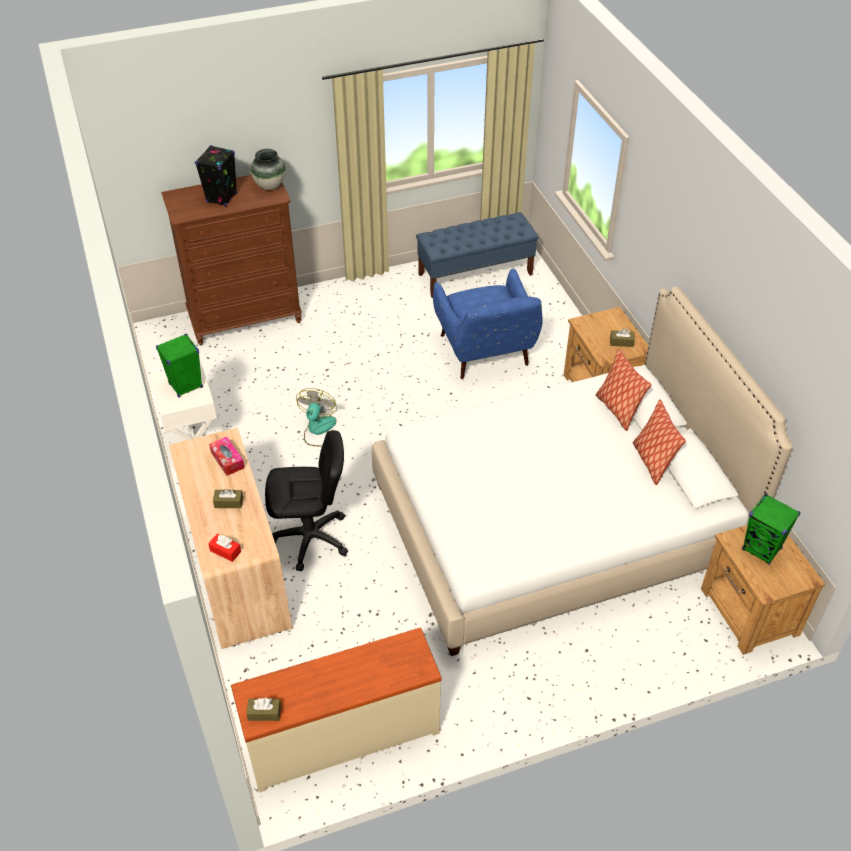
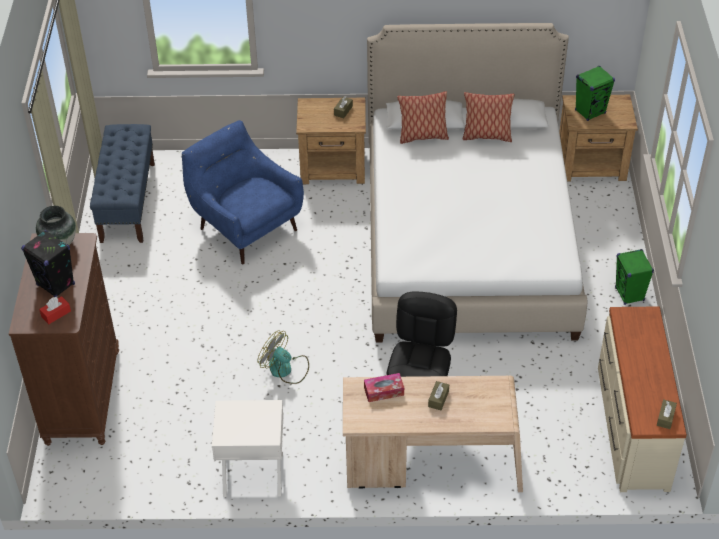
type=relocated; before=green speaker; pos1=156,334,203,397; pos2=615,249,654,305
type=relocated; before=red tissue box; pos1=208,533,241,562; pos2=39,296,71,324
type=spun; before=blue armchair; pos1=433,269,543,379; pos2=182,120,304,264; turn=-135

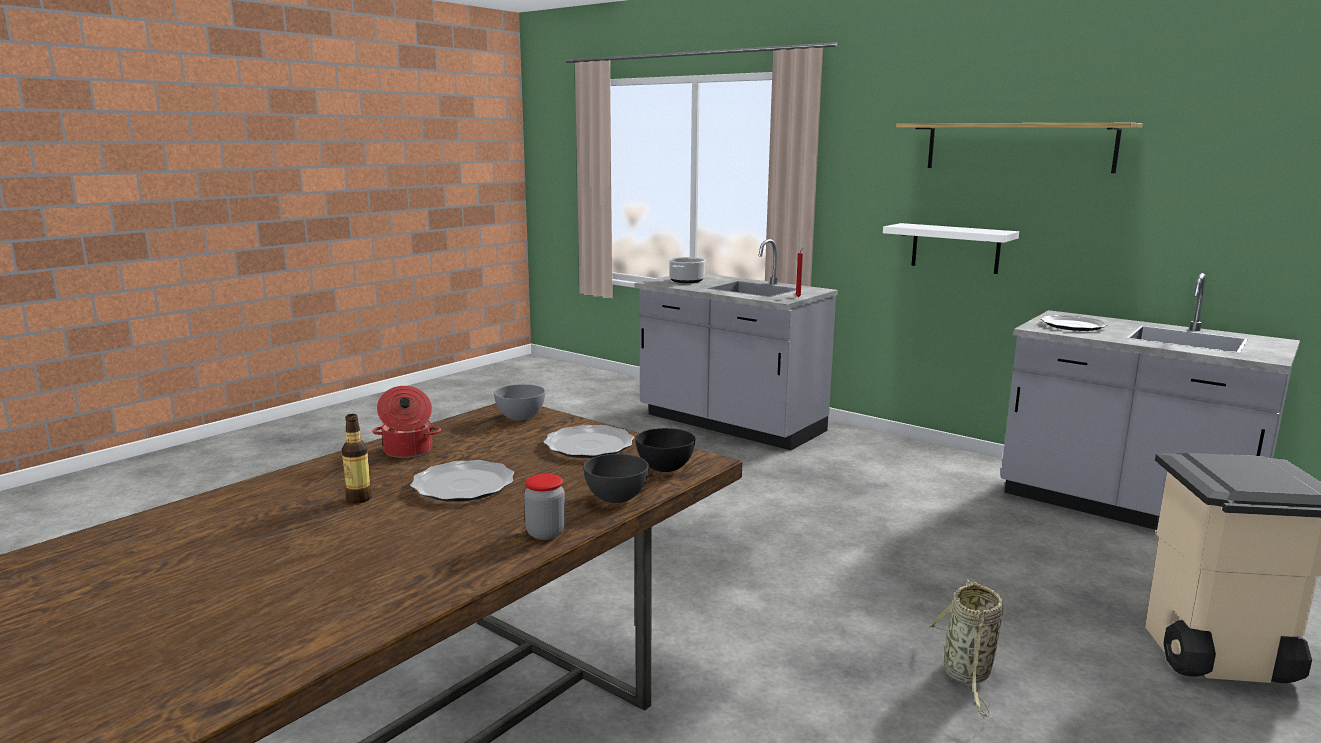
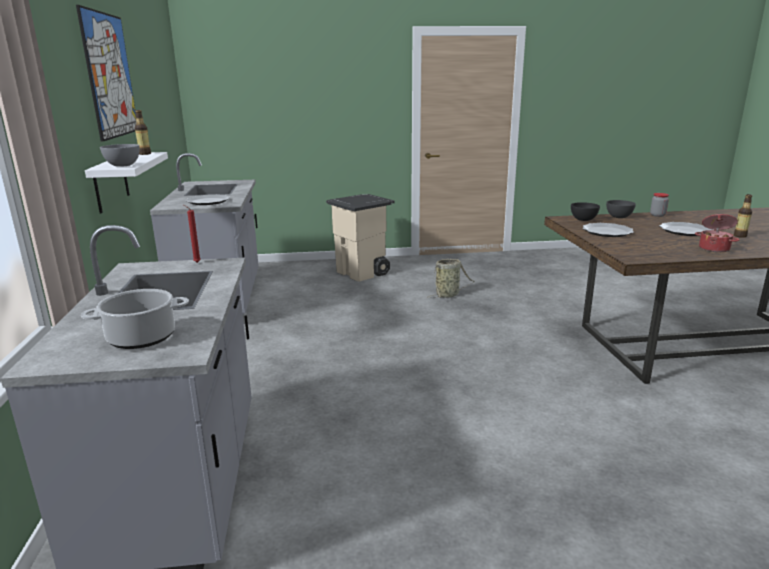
type=appeared; after=bottle; pos2=135,110,151,155
type=relocated; before=grey bowl; pos1=494,384,545,420; pos2=100,144,140,167
type=exchanged; before=shelf; after=picture; pos1=896,123,1143,173; pos2=76,5,137,142

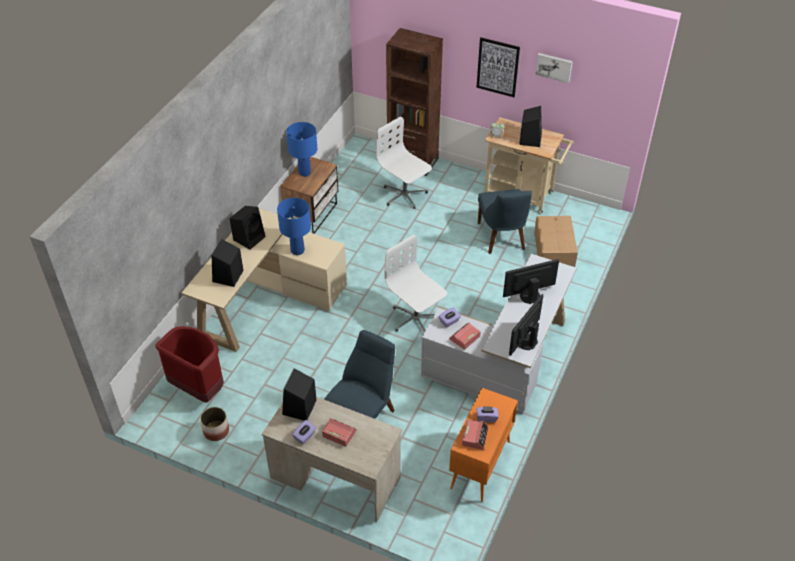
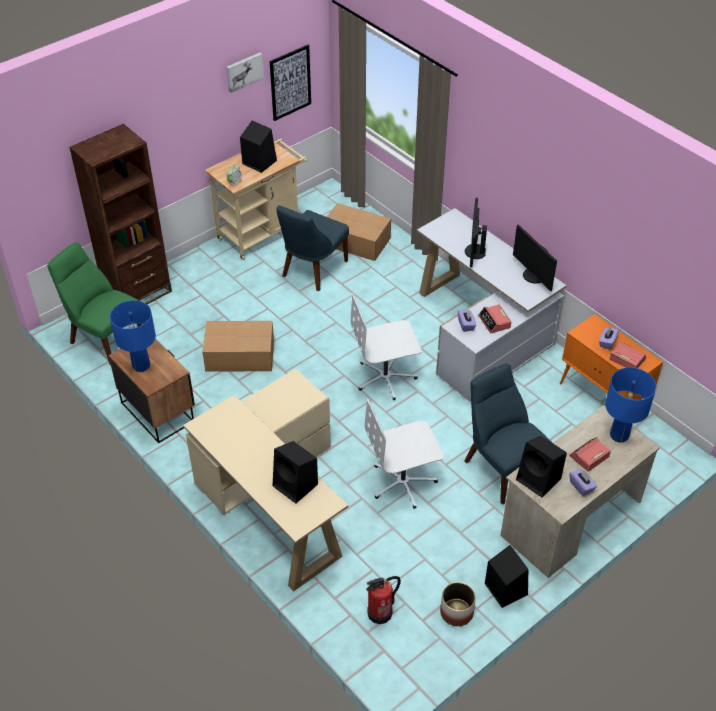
type=appeared; after=green chair; pos2=47,243,142,366
type=appeared; after=cardboard box; pos2=203,321,274,372
type=relocated; before=black speaker; pos1=230,206,266,249; pos2=485,545,528,608
type=relocated; before=blue table lamp; pos1=277,198,311,255; pos2=605,367,656,443
type=relocated; before=white office chair; pos1=376,116,432,209; pos2=365,399,444,509
type=relocated; before=picture; pos1=476,37,520,97; pos2=270,45,311,121
type=exchanged; before=red trash can; after=fire extinguisher; pos1=156,326,224,403; pos2=366,576,401,624
type=spun; before=blue chair; pos1=478,189,532,254; pos2=277,205,349,291; turn=105

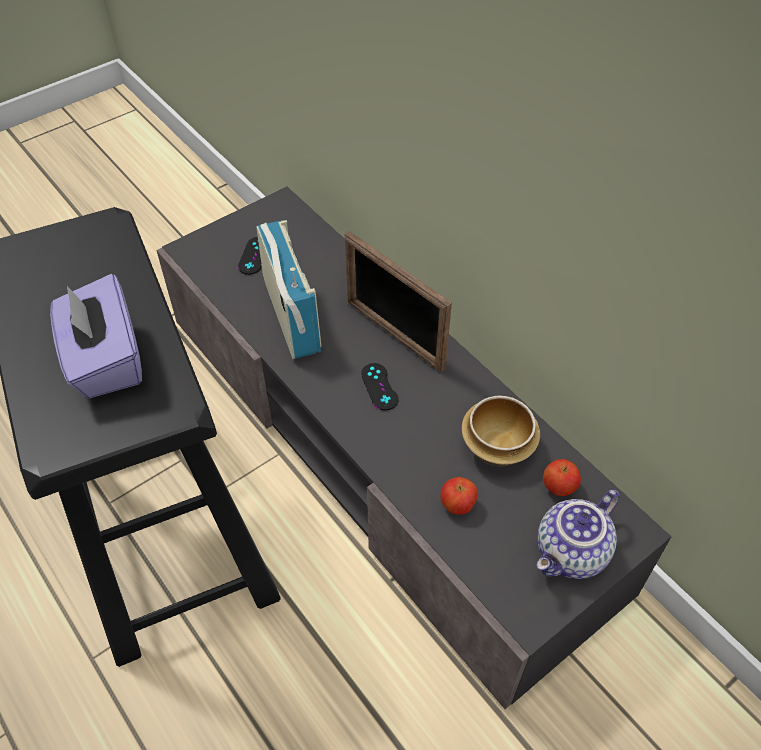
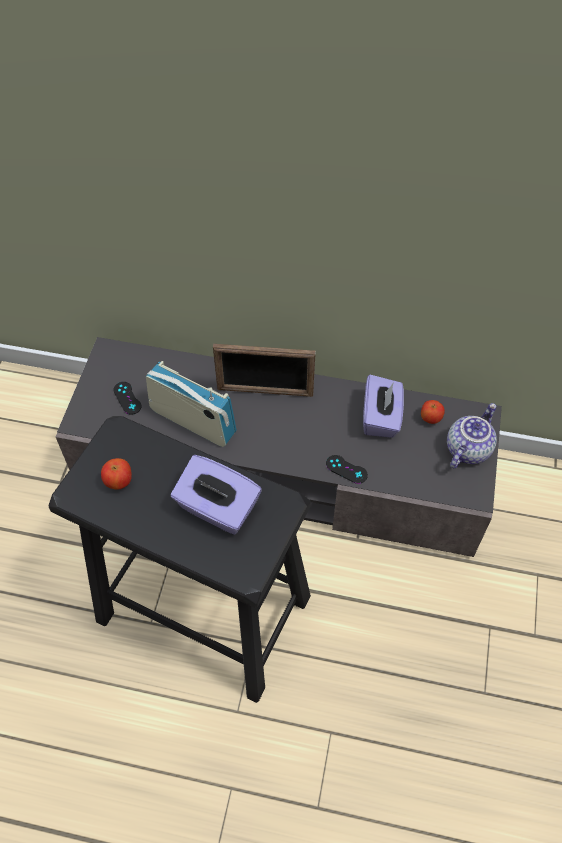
type=relocated; before=black game controller; pos1=361,363,399,411; pos2=326,455,368,484
type=relocated; before=apple; pos1=440,477,478,515; pos2=101,458,132,490
type=exchanged; before=bowl; after=purple tissue box; pos1=461,396,540,466; pos2=363,375,404,438
type=spun; before=teapot; pos1=537,489,620,579; pos2=447,403,497,469; turn=-150

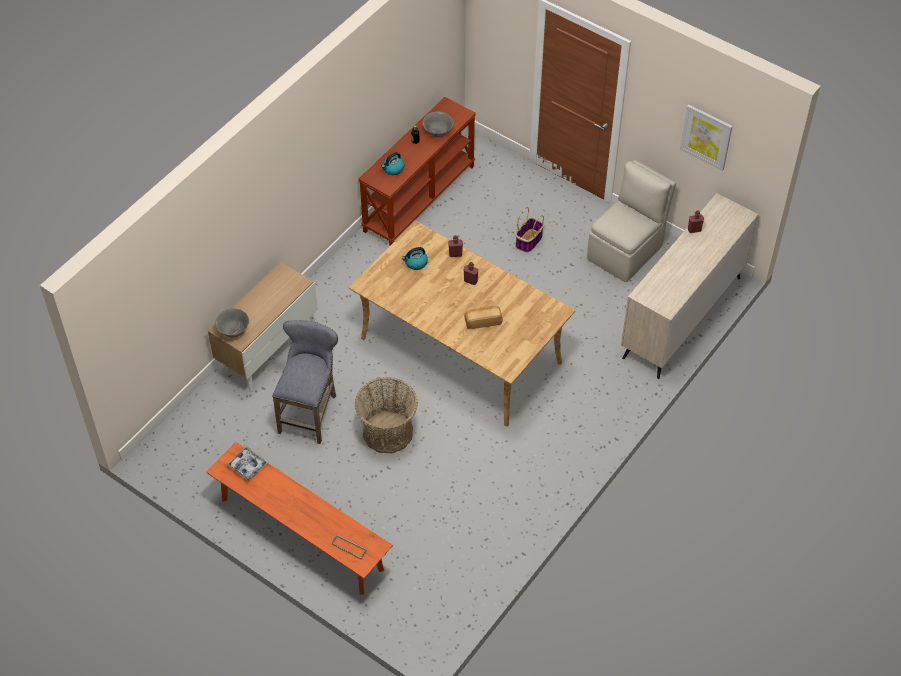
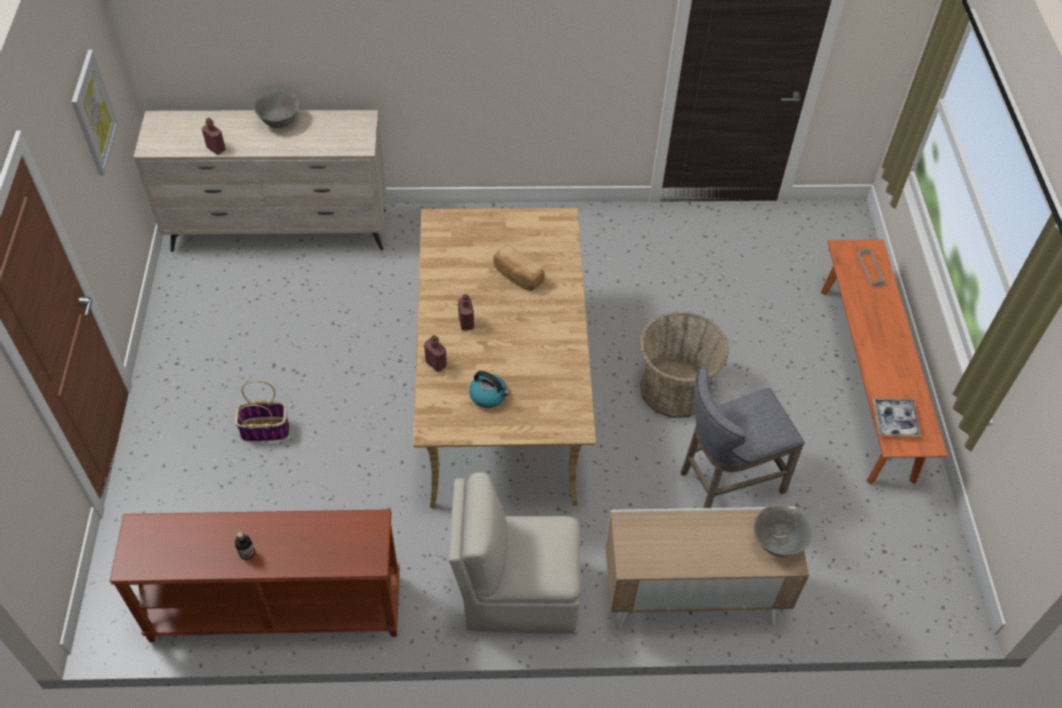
type=missing; before=kettle; pos1=382,152,404,175
type=relocated; before=grey bowl; pos1=423,112,453,137; pos2=254,90,300,128
type=relocated; before=beige chair; pos1=587,160,676,282; pos2=449,472,581,634

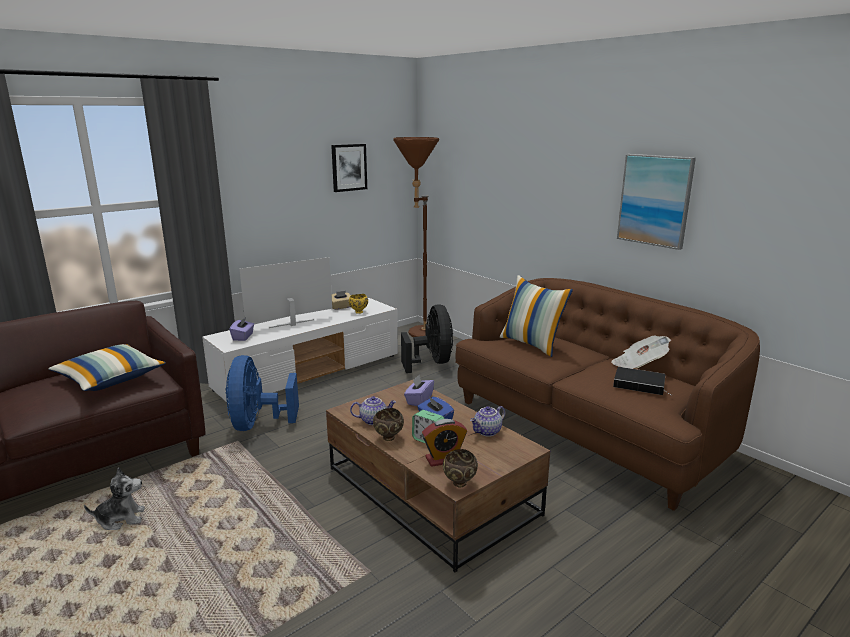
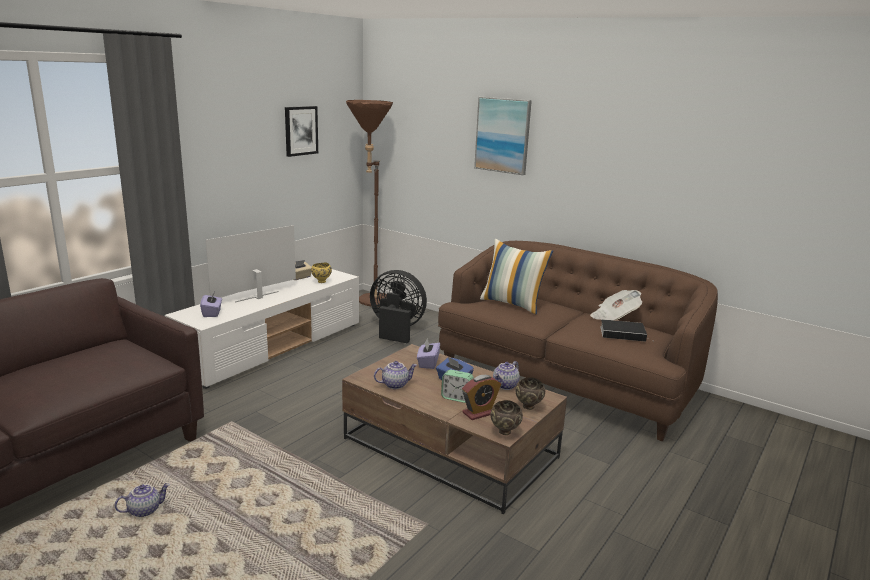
type=missing; before=pillow; pos1=48,344,166,391
type=missing; before=blue fan; pos1=226,355,299,431
type=relocated; before=brown bowl; pos1=373,408,404,441; pos2=515,377,545,410
type=relocated; before=picture; pos1=617,154,696,250; pos2=474,97,532,175
type=exchanged; before=plush toy; after=teapot; pos1=84,467,145,530; pos2=115,483,170,517
type=spun; before=black fan; pos1=401,304,453,373; pos2=370,270,427,343; turn=-45

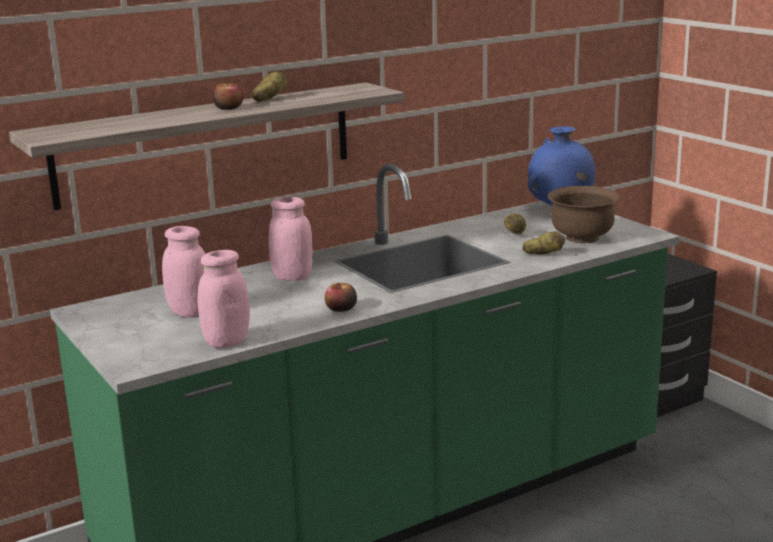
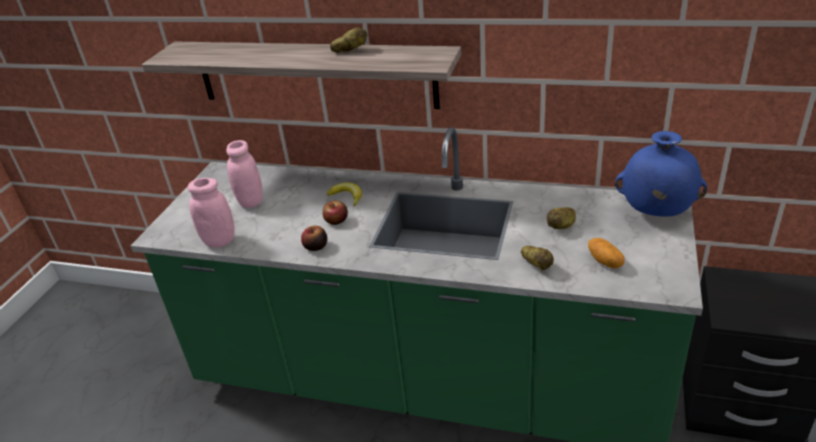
type=relocated; before=apple; pos1=212,82,243,110; pos2=323,201,348,225
type=exchanged; before=pink jar; after=banana; pos1=268,197,313,281; pos2=327,182,362,207
type=exchanged; before=brown bowl; after=potato; pos1=548,186,620,243; pos2=588,238,625,268

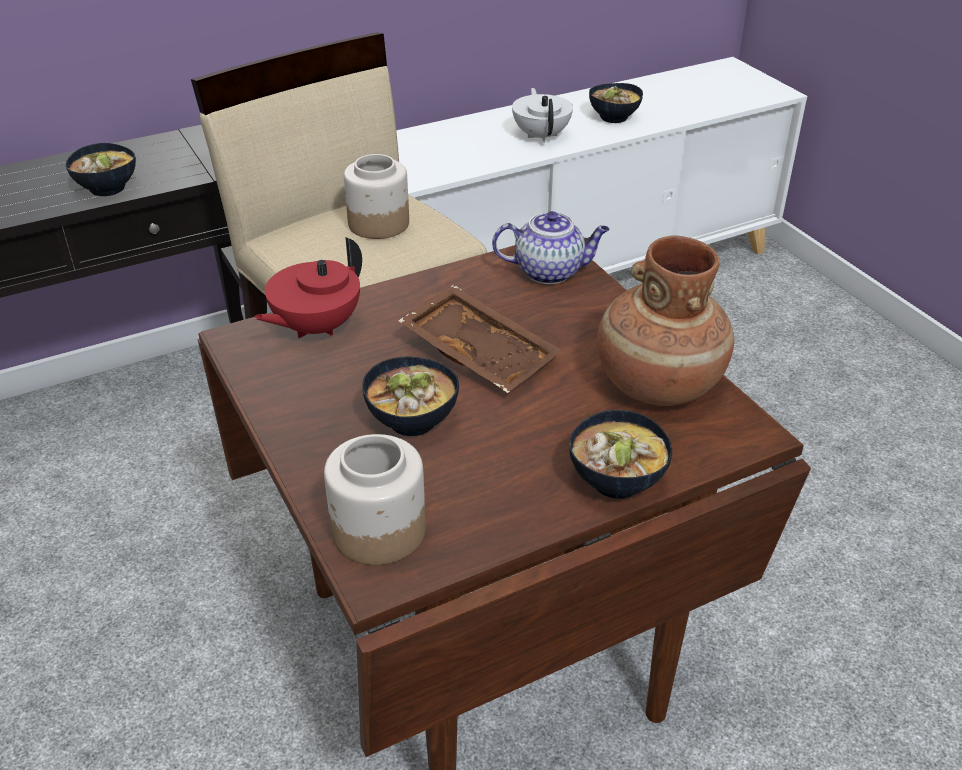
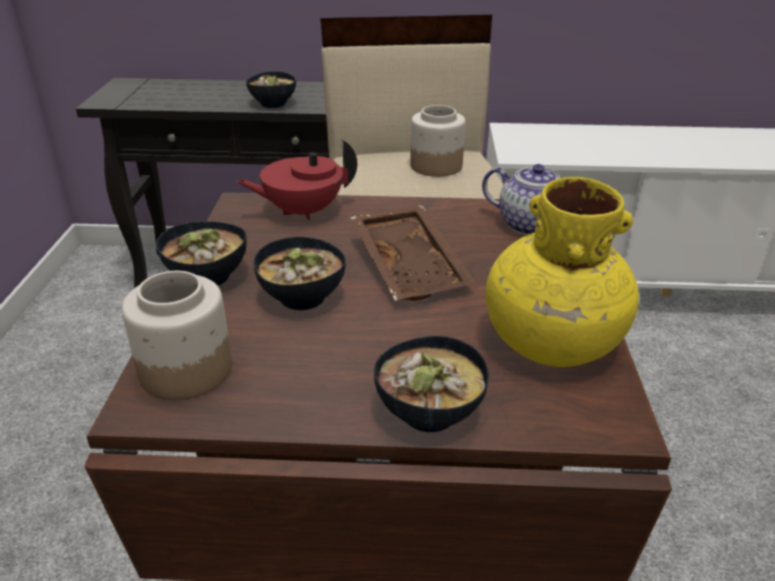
type=missing; before=white teapot; pos1=512,88,573,143
type=relocated; before=bowl; pos1=589,83,643,123; pos2=156,221,247,286
type=colour; before=brown vase; after=yellow vase; pos1=597,235,734,406; pos2=485,177,639,367

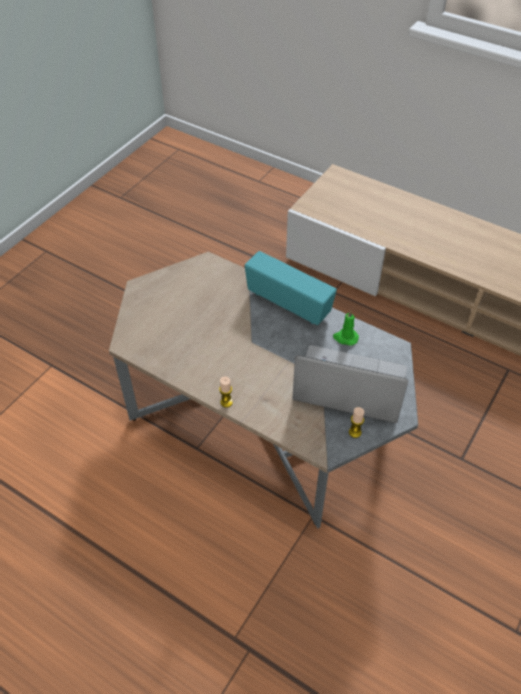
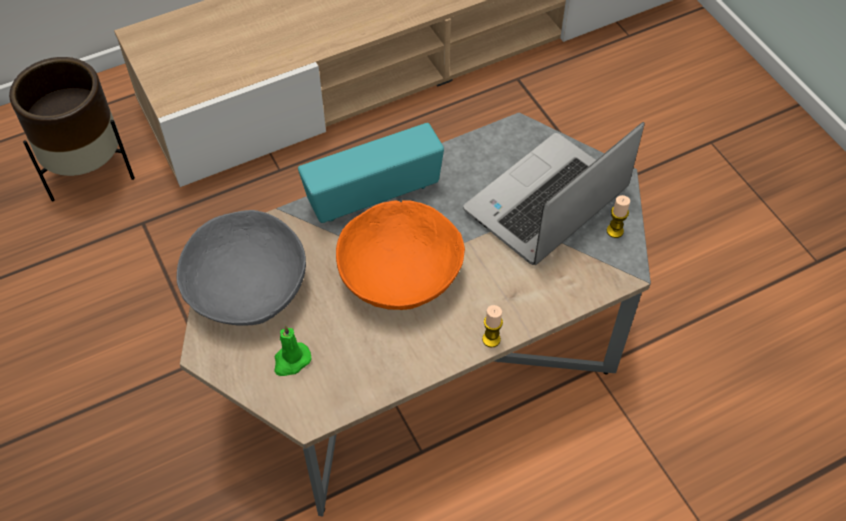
type=appeared; after=brown planter; pos2=9,57,135,202
type=appeared; after=grey bowl; pos2=177,210,306,326
type=appeared; after=orange bowl; pos2=336,200,465,310
type=relocated; before=green candle; pos1=333,310,359,346; pos2=274,325,312,376

